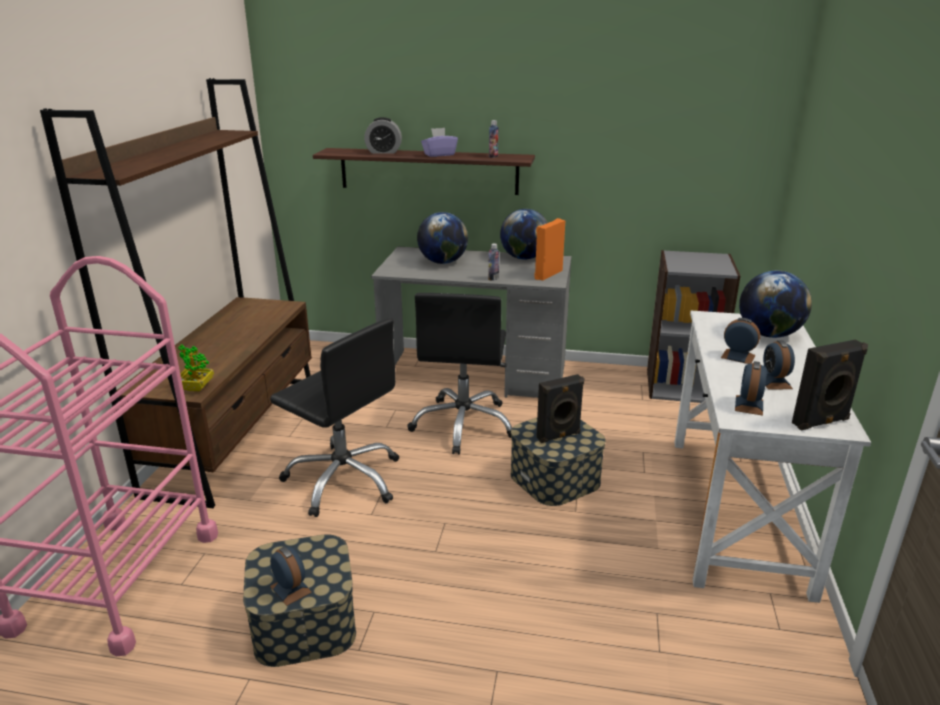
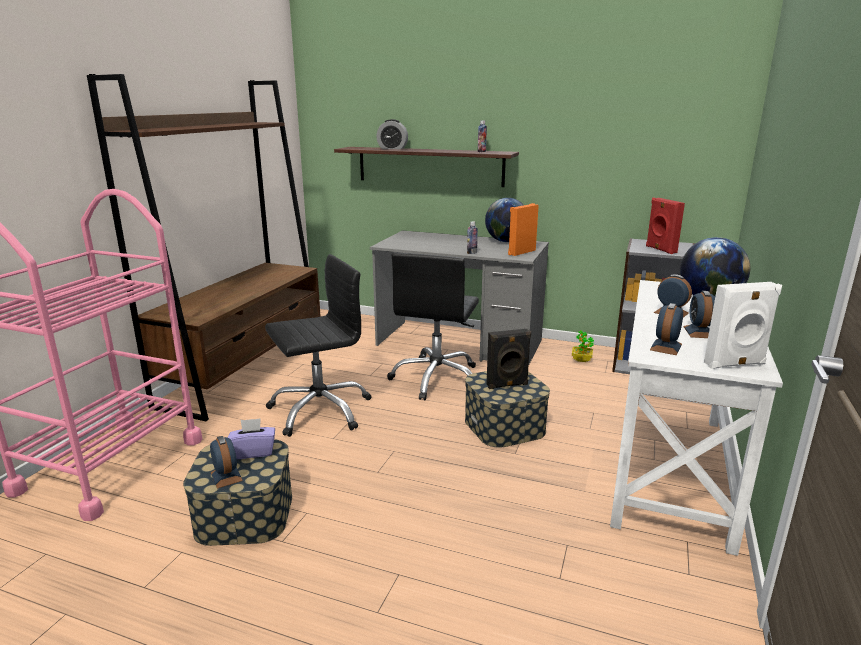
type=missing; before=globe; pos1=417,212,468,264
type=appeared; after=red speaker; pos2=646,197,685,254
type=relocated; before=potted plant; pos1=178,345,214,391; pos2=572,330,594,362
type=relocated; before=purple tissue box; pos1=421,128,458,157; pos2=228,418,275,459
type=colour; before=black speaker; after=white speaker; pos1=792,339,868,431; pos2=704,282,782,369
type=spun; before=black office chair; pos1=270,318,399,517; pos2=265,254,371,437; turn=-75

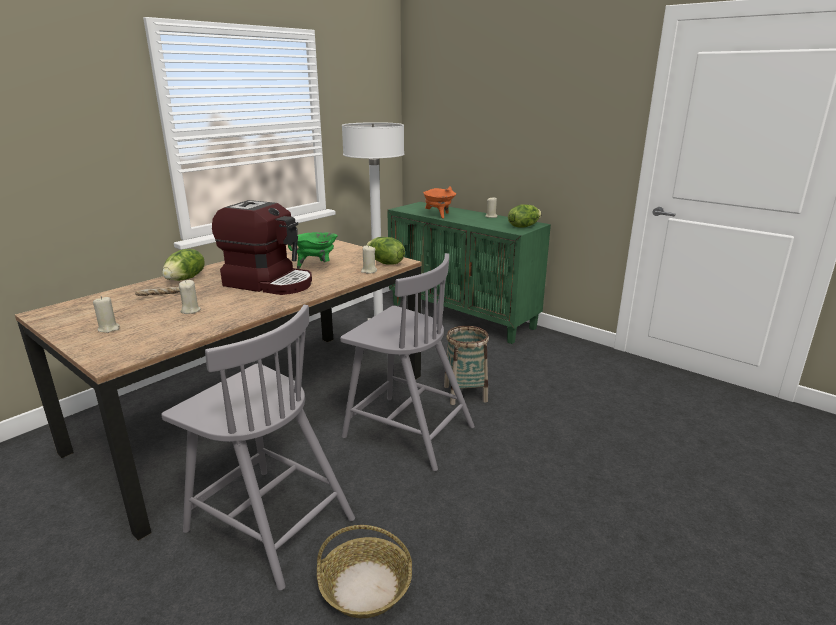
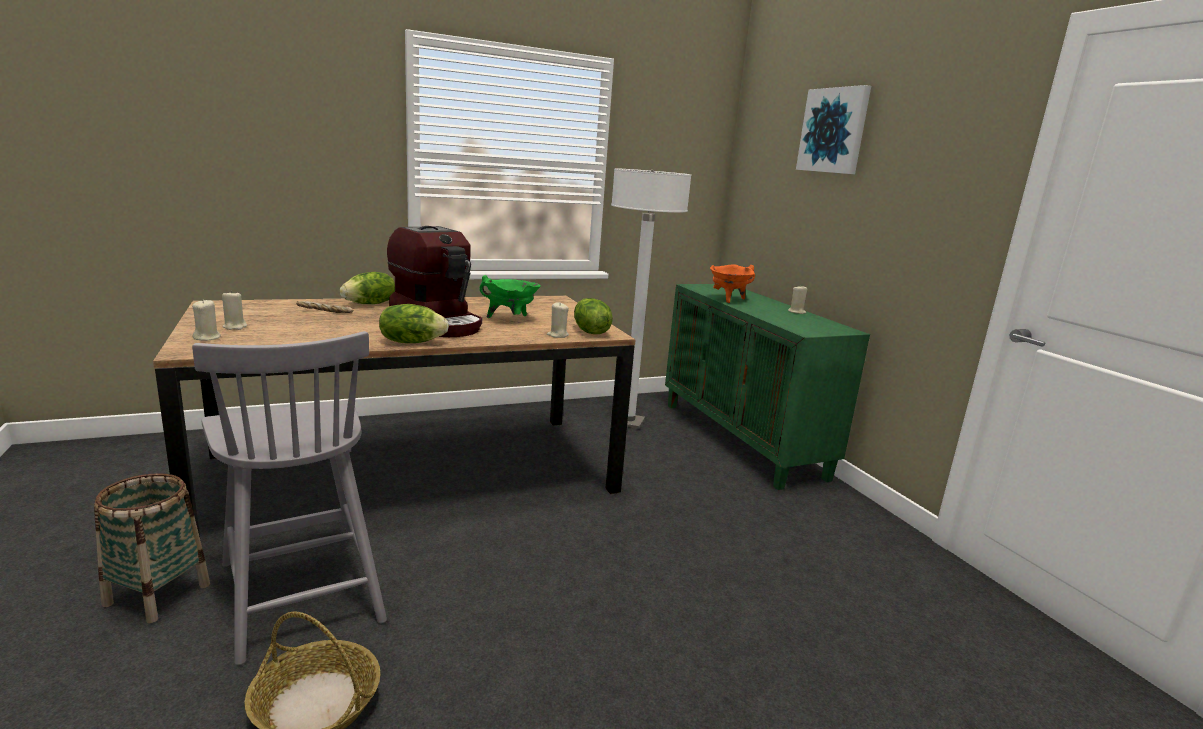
type=missing; before=grey chair; pos1=340,253,475,471
type=appeared; after=picture; pos2=796,85,871,174
type=relocated; before=beige candle; pos1=179,280,201,314; pos2=192,299,221,341
type=relocated; before=basket; pos1=444,326,489,405; pos2=94,473,210,623
type=relocated; before=lettuce; pos1=508,205,542,228; pos2=379,304,449,343

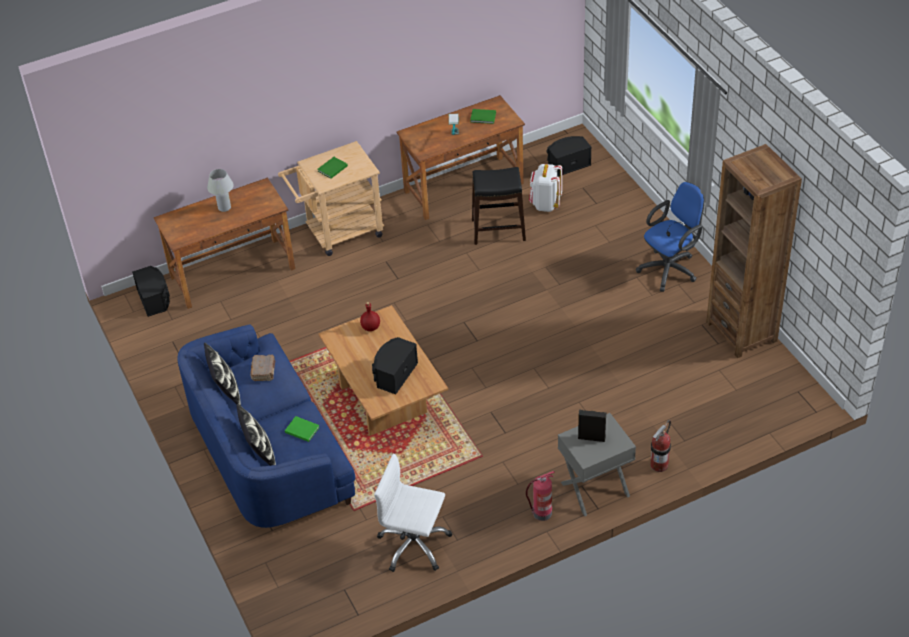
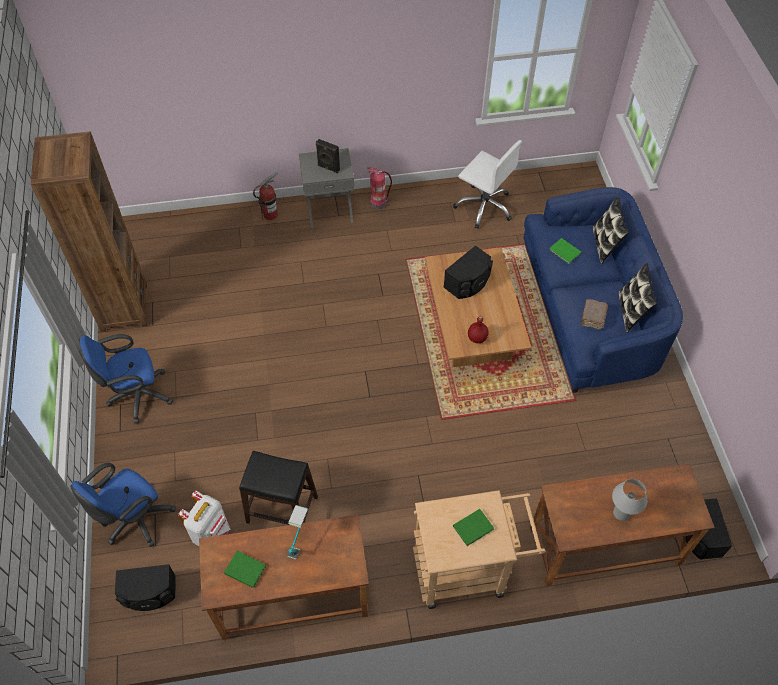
type=appeared; after=blue office chair; pos2=70,463,176,547

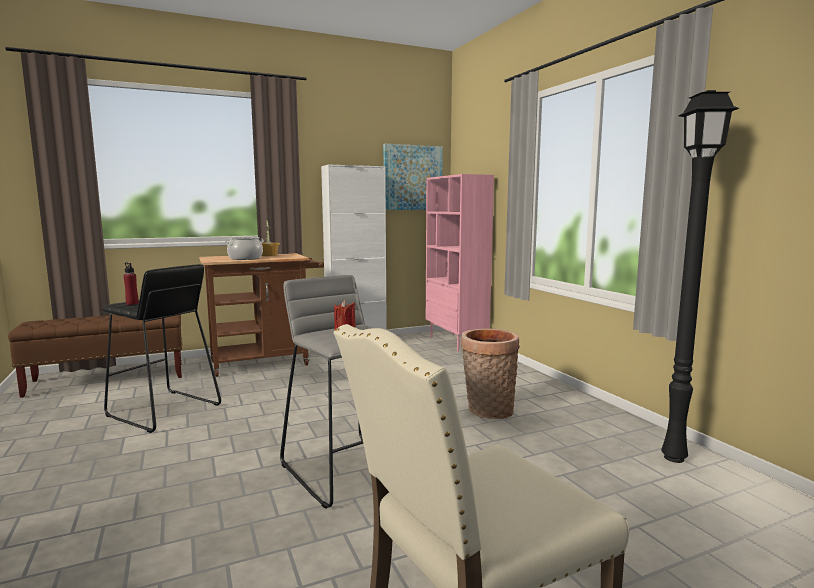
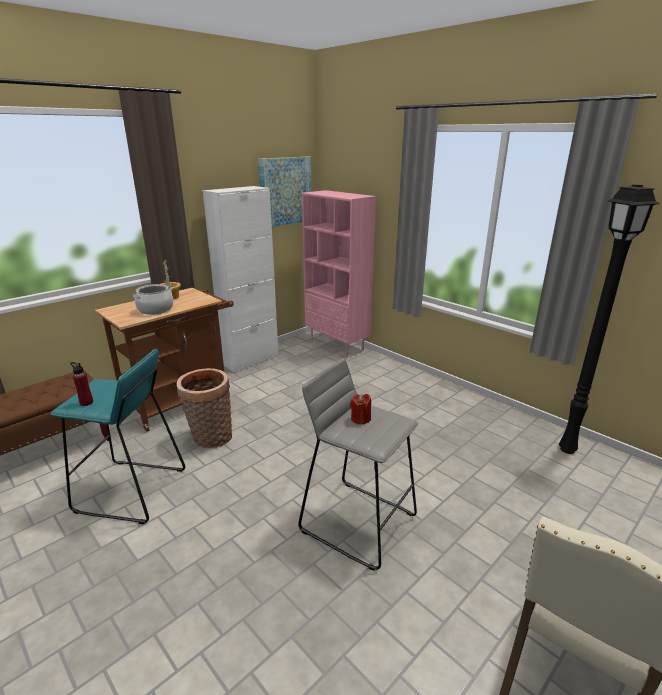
type=relocated; before=basket; pos1=461,329,520,419; pos2=176,368,232,448
type=colour; before=black stool; after=turquoise stool; pos1=102,264,221,433; pos2=50,349,185,525

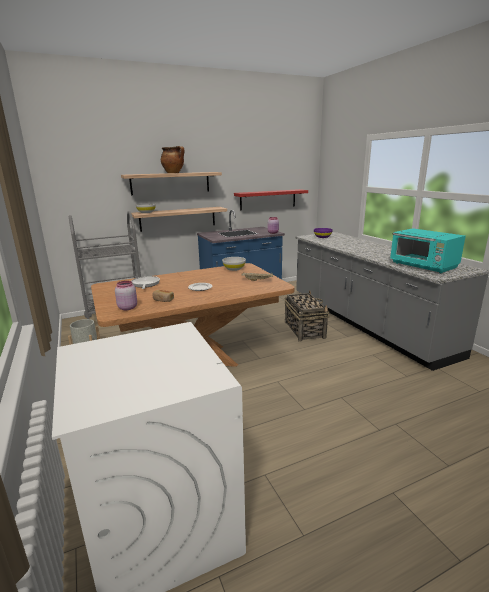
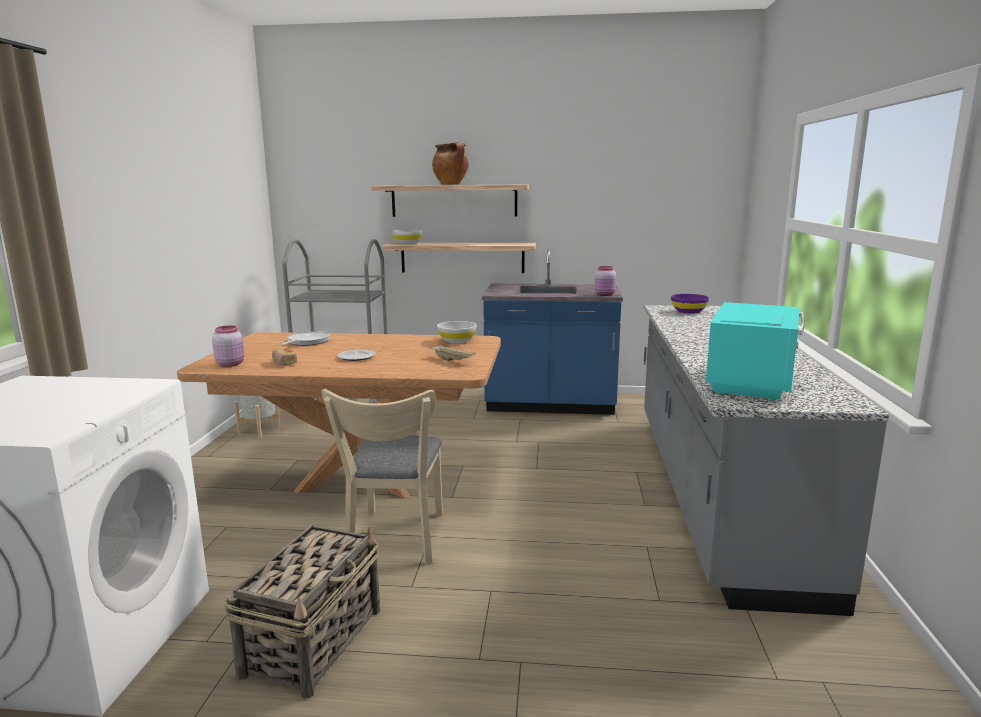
type=missing; before=red shelf; pos1=234,189,308,211
type=appeared; after=beige chair; pos2=321,389,443,565
type=relocated; before=basket; pos1=285,290,330,342; pos2=224,525,380,699
type=spun; before=turquoise microwave; pos1=390,228,466,273; pos2=706,302,805,401; turn=-150

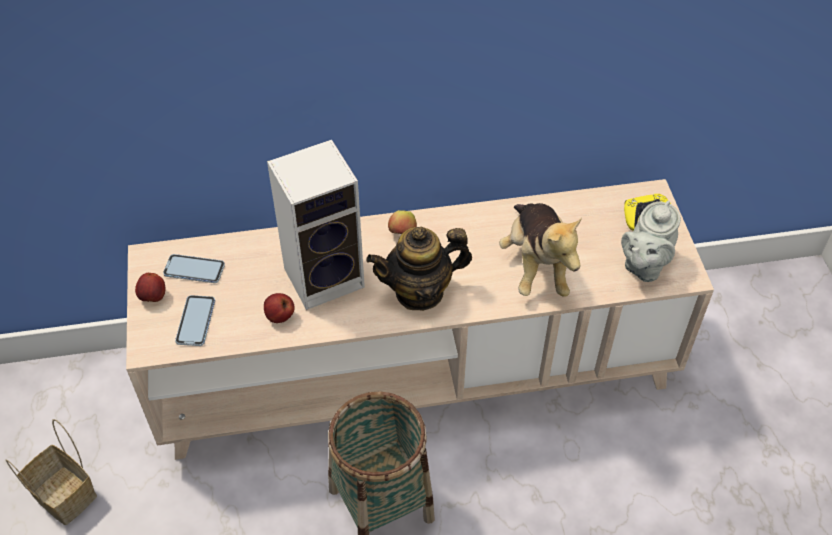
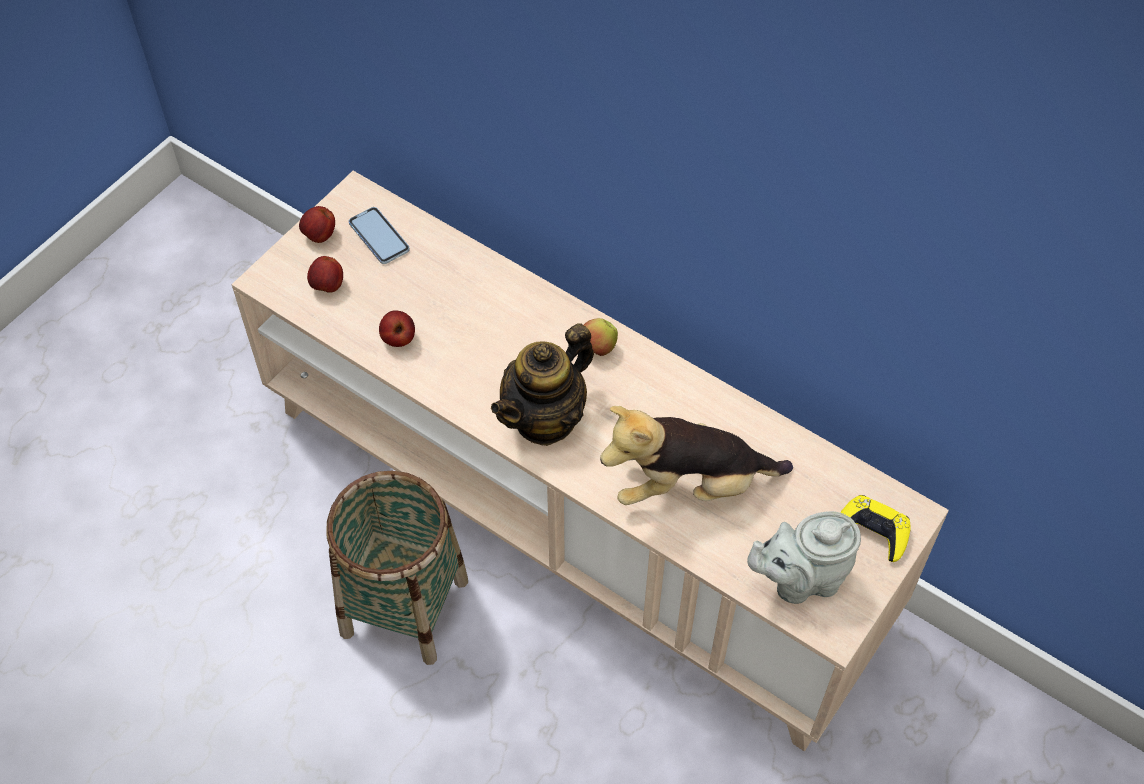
type=missing; before=basket; pos1=6,419,97,525
type=missing; before=speaker; pos1=267,140,365,310
type=exchanged; before=phone; after=apple; pos1=175,295,215,346; pos2=307,256,343,293
type=spun; before=teapot; pos1=366,227,472,311; pos2=491,323,594,446; turn=-75
type=spun; before=plush toy; pos1=499,203,582,297; pos2=600,406,793,505; turn=45

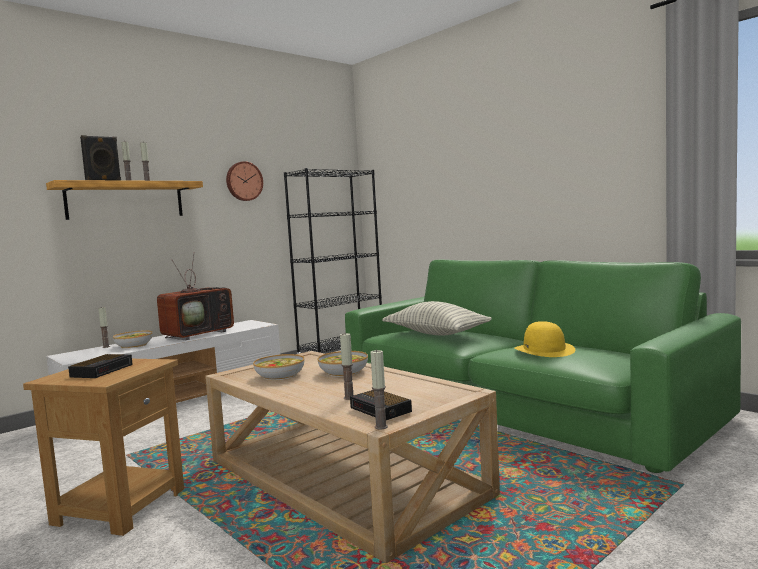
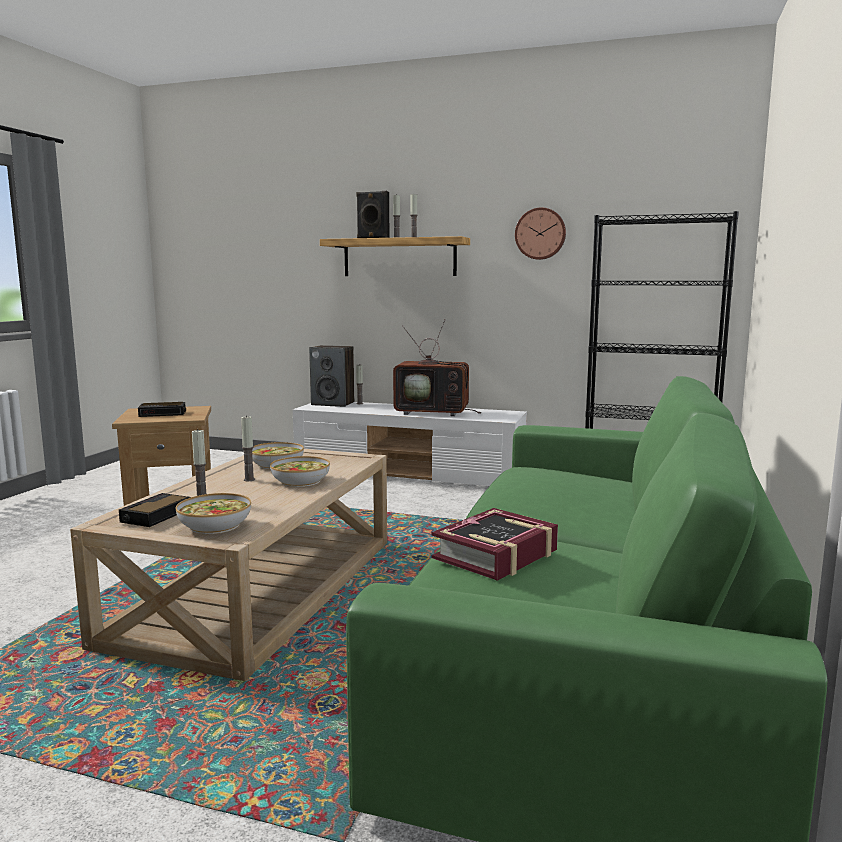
type=missing; before=pillow; pos1=382,301,492,335
type=appeared; after=speaker; pos2=309,345,354,407
type=relocated; before=bowl; pos1=113,331,153,348; pos2=176,493,251,534
type=relocated; before=candle; pos1=370,349,388,430; pos2=241,416,255,481
type=exchanged; before=yellow hat; after=book; pos1=515,321,575,357; pos2=431,508,558,581

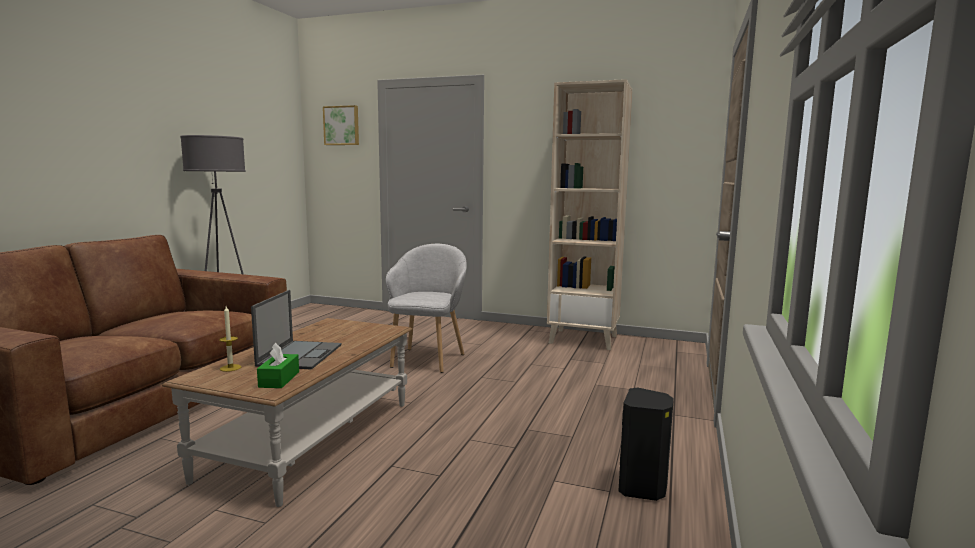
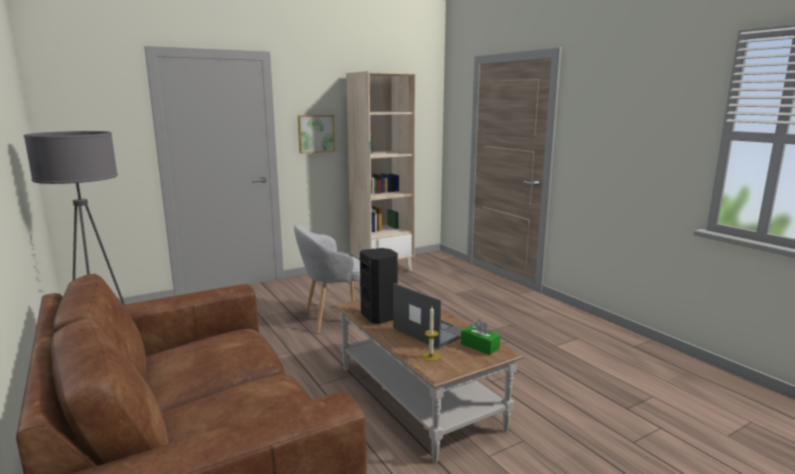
type=relocated; before=picture; pos1=323,105,359,145; pos2=298,115,335,154
type=relocated; before=black speaker; pos1=618,388,674,501; pos2=360,248,398,324
type=spun; before=grey armchair; pos1=386,244,467,373; pos2=294,224,361,334; turn=-75

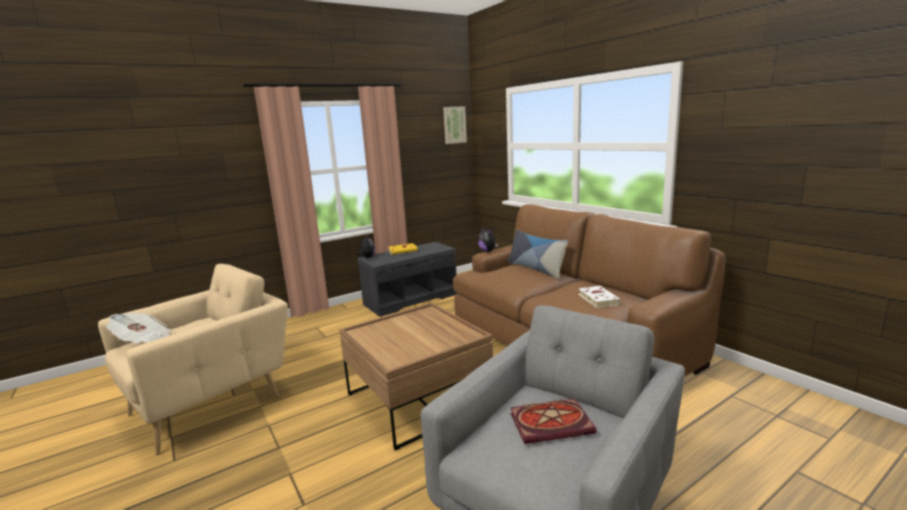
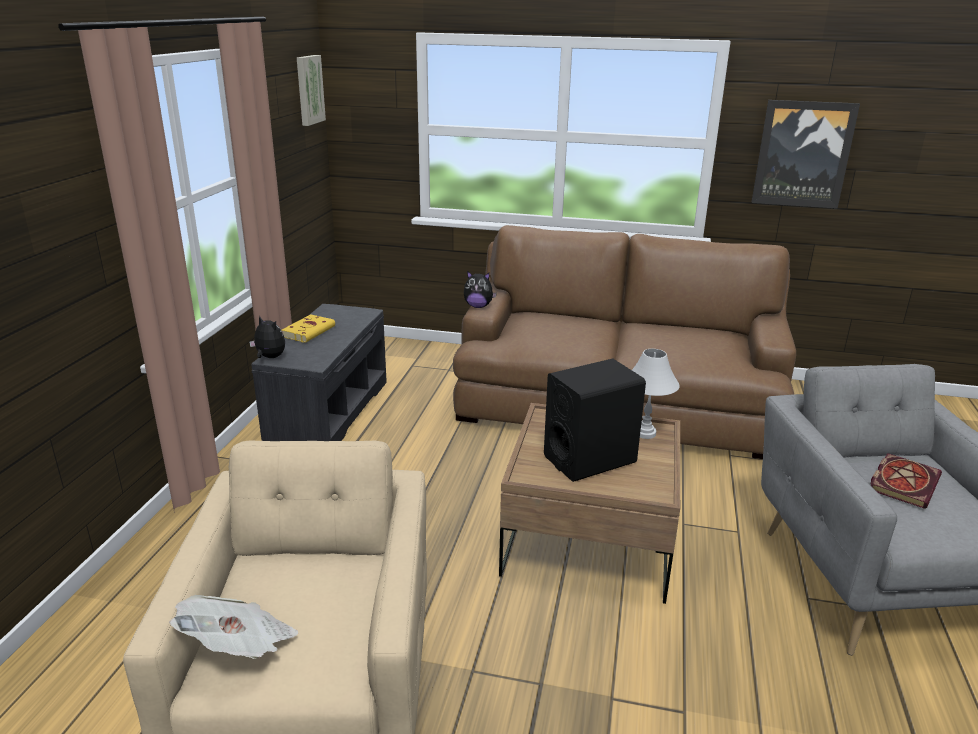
type=missing; before=pillow; pos1=508,229,568,279
type=missing; before=white book; pos1=578,286,621,308
type=appeared; after=black speaker; pos2=544,359,646,482
type=appeared; after=white table lamp; pos2=632,349,680,439
type=appeared; after=picture; pos2=752,100,860,209

